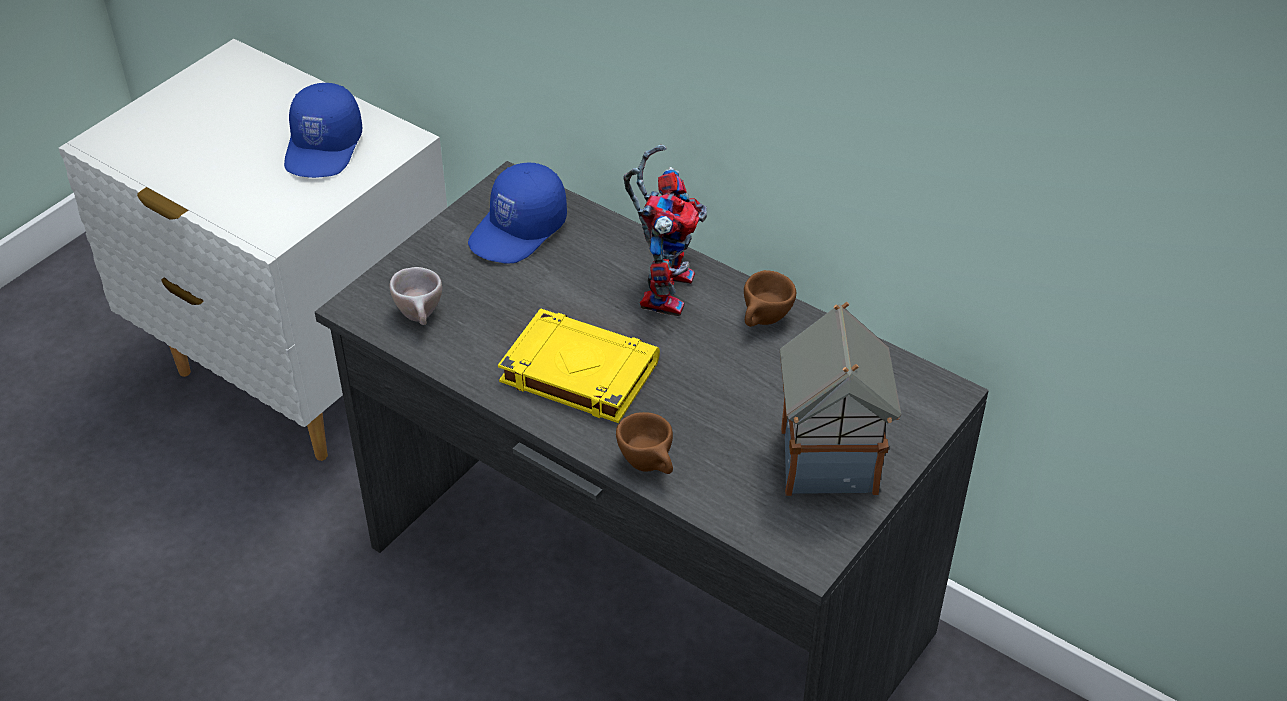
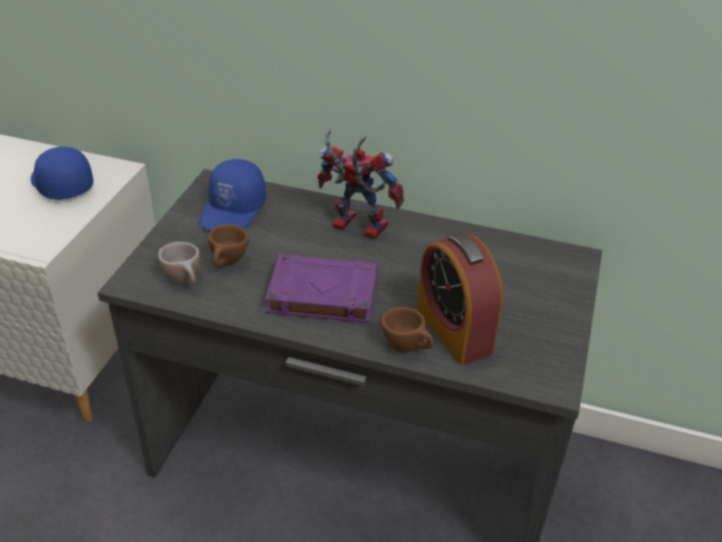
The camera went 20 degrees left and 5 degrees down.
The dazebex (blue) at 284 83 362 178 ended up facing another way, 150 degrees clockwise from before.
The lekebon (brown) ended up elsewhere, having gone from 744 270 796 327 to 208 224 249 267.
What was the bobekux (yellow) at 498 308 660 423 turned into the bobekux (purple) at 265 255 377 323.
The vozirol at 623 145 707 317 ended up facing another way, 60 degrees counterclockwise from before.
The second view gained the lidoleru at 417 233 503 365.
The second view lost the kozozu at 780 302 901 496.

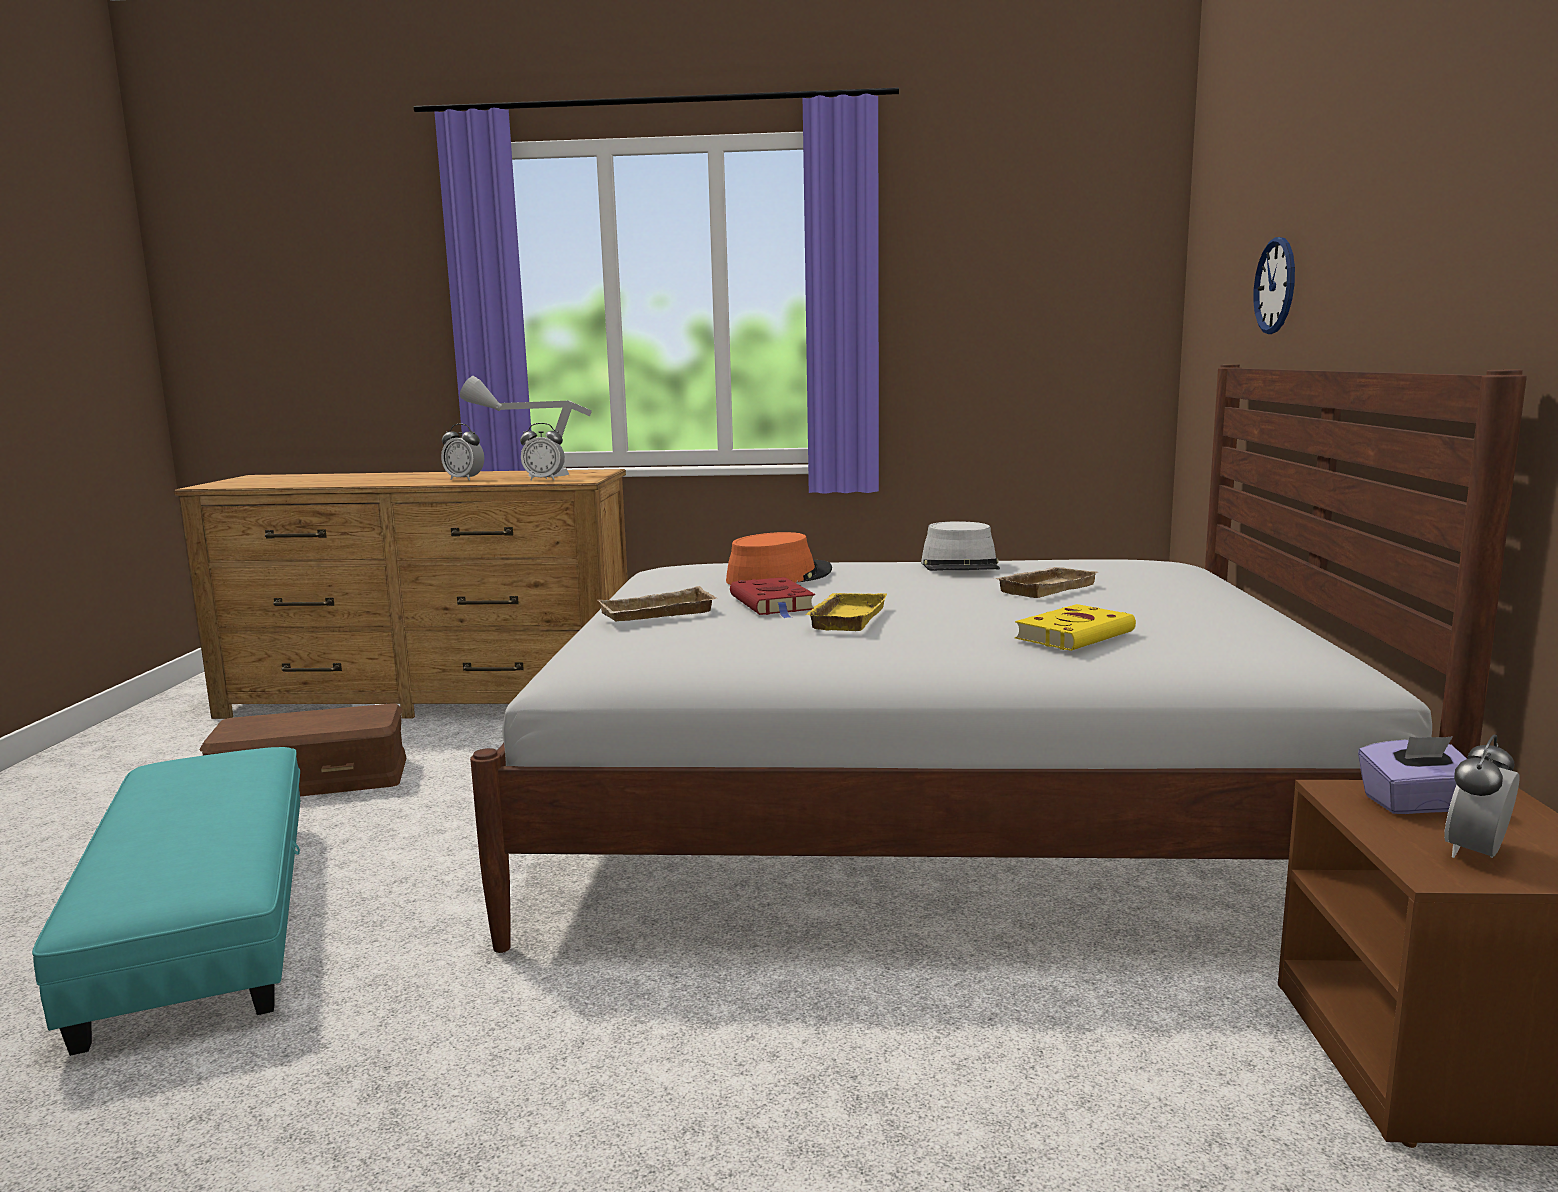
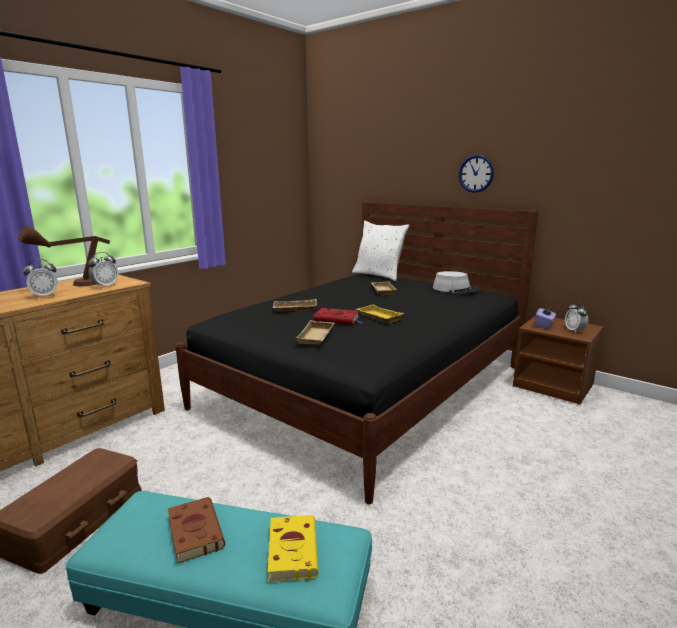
The camera went 55 degrees left and 5 degrees up.
What was the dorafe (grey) at 460 376 592 477 turned into the dorafe (brown) at 18 225 110 286.
The second view gained the bobekux (brown) at 168 497 225 563.
What was the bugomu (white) at 470 364 1527 953 turned into the bugomu (black) at 175 201 538 504.
The bobekux (yellow) ended up elsewhere, having gone from 1015 604 1136 651 to 268 515 319 582.
Where the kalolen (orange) stood at 726 532 832 585, the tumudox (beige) came to stand at 273 299 317 311.
The second view gained the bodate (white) at 352 221 410 281.
The kalolen (grey) ended up elsewhere, having gone from 921 521 1000 571 to 433 271 479 294.
The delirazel ended up elsewhere, having gone from 1253 237 1295 334 to 459 155 494 193.

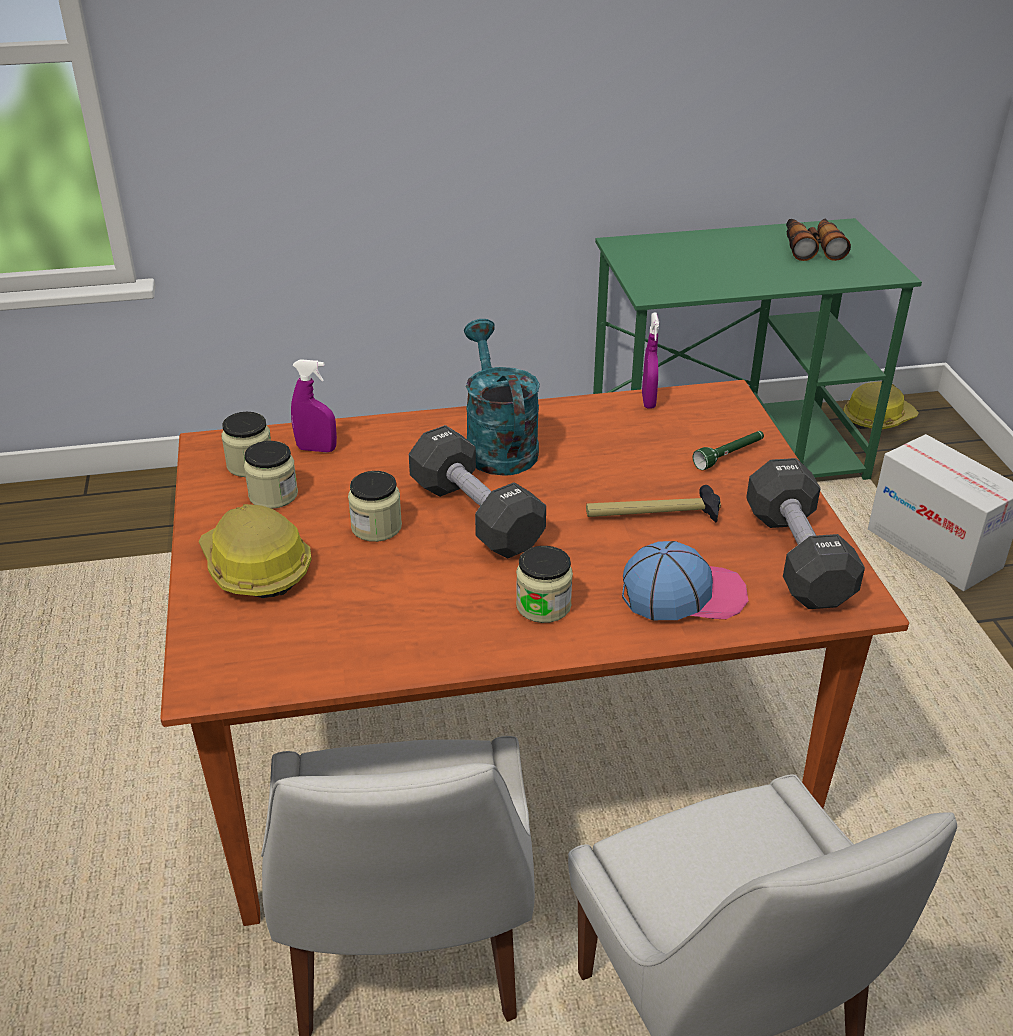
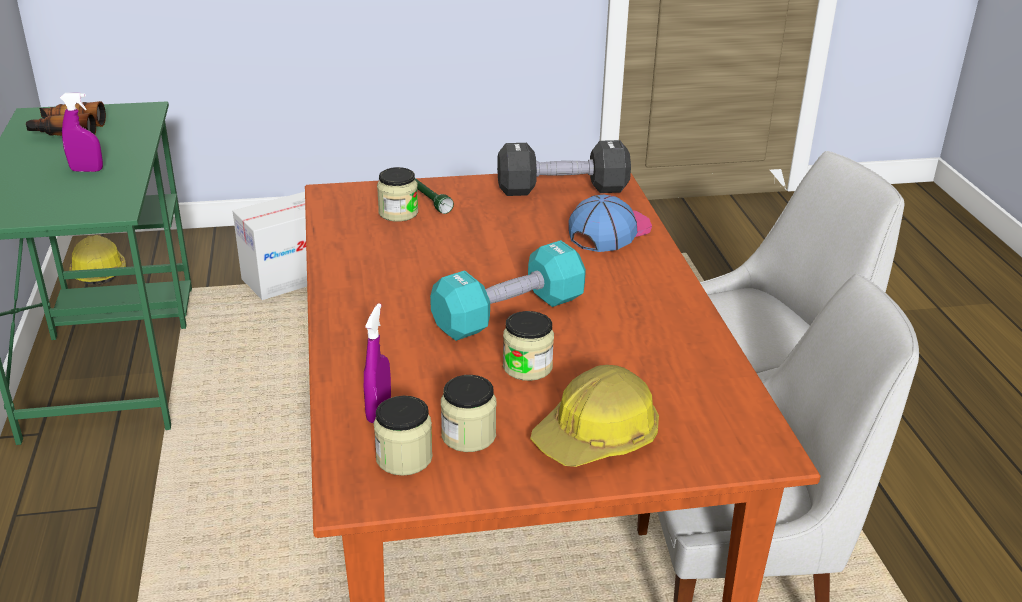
The camera went 90 degrees left and 5 degrees down.
The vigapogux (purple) ended up elsewhere, having gone from 642 312 659 409 to 60 93 103 172.
The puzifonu ended up elsewhere, having gone from 516 546 573 623 to 377 167 418 222.
What was the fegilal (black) at 409 425 546 559 turned into the fegilal (turquoise) at 430 240 586 341.
The dazebex at 622 541 748 620 ended up facing another way, 45 degrees clockwise from before.
The second view lost the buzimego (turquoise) at 464 319 540 476.
The second view lost the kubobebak at 586 485 721 522.

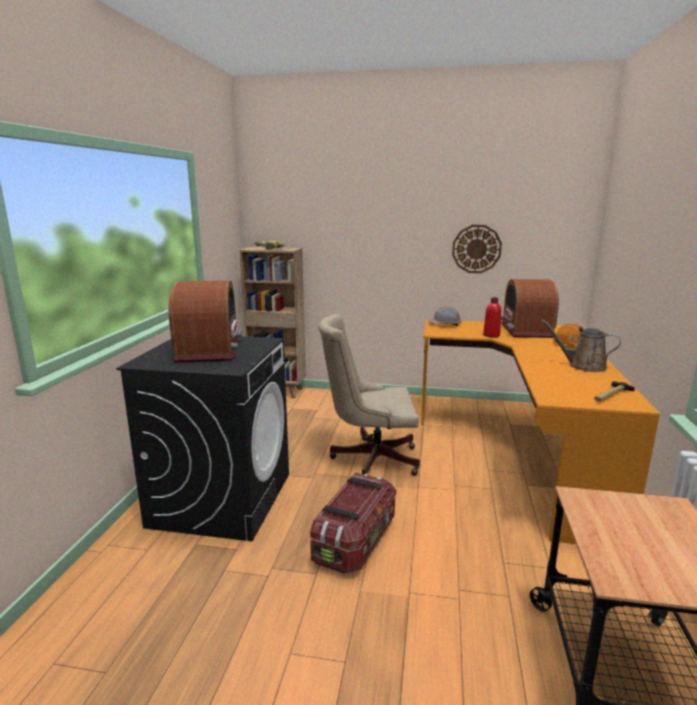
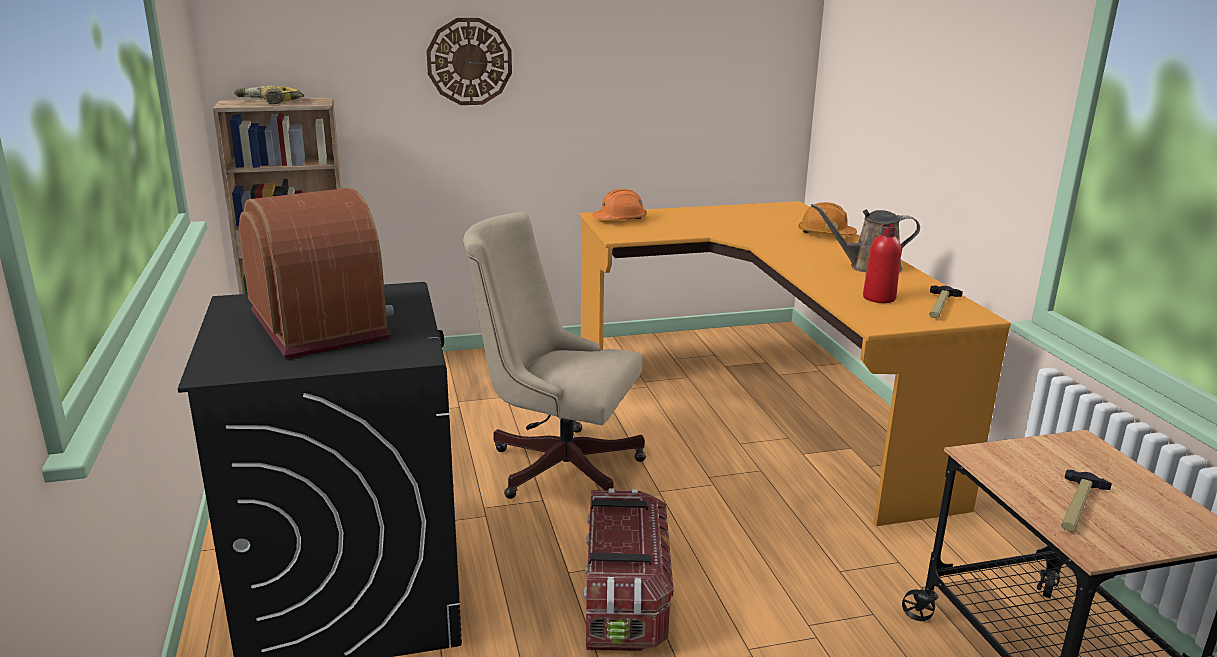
The camera went 25 degrees left and 5 degrees up.
The delirazel ended up elsewhere, having gone from 452 225 502 273 to 427 18 512 105.
The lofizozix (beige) at 318 314 420 476 ended up facing another way, 45 degrees clockwise from before.
What was the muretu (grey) at 428 306 462 326 turned into the muretu (orange) at 592 189 647 220.
The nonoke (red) ended up elsewhere, having gone from 483 297 501 338 to 863 224 901 303.
The second view gained the kubobebak at 1062 470 1112 532.
The second view lost the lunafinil at 501 279 559 338.

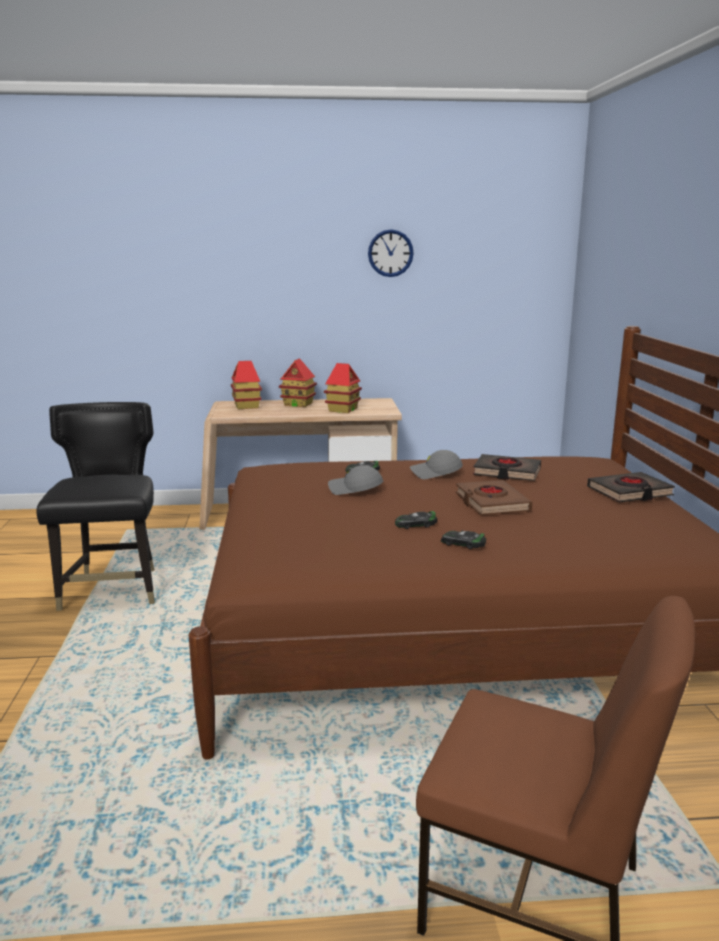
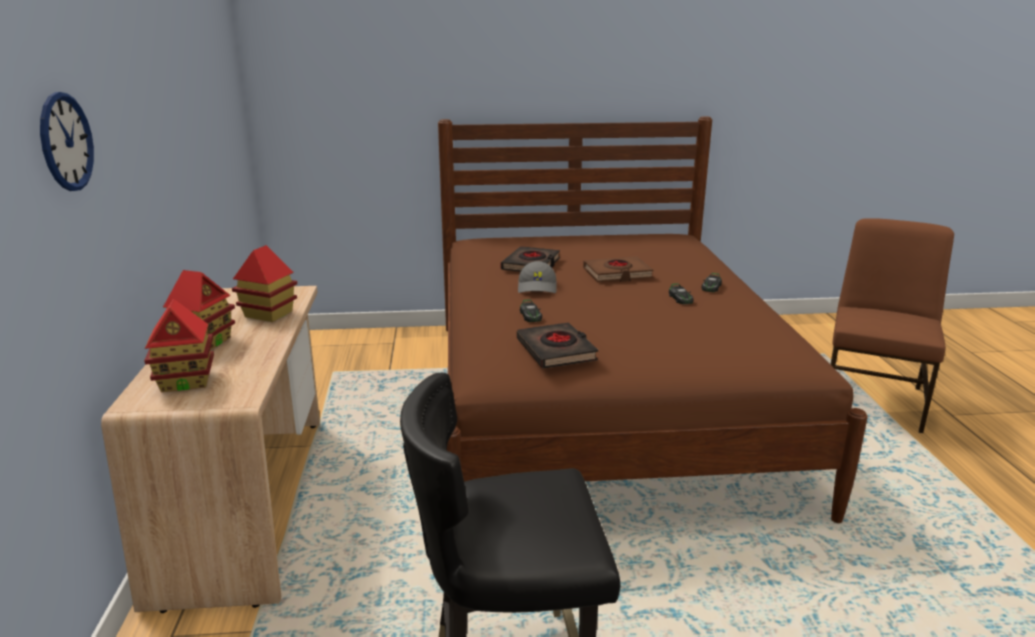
The camera went 90 degrees left and 5 degrees up.
The delirazel ended up elsewhere, having gone from 368 229 414 277 to 40 92 94 191.
The bobekux (black) ended up elsewhere, having gone from 587 472 675 503 to 517 322 598 369.
The second view lost the dazebex (grey) at 328 465 383 495.

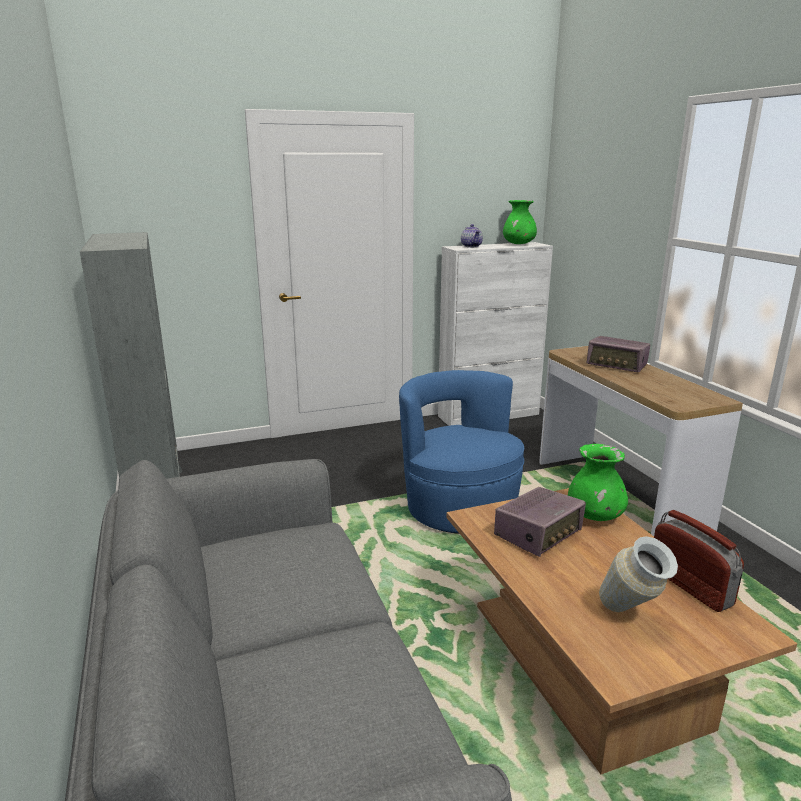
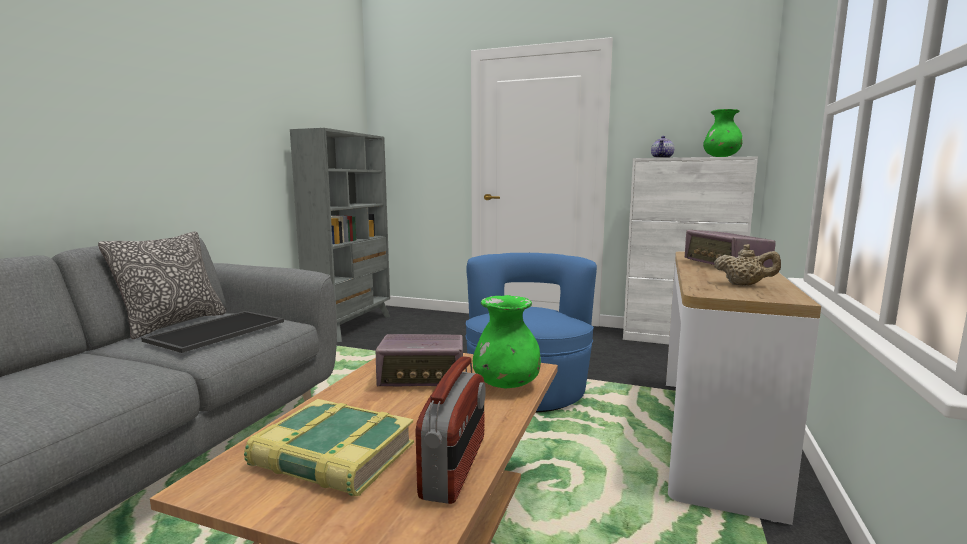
The camera went 40 degrees right and 10 degrees down.
The second view gained the bodate at 98 231 226 339.
The second view gained the tumudox at 141 311 284 353.
Where the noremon stood at 599 536 678 612, the bobekux came to stand at 244 399 414 496.
The second view gained the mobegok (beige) at 714 244 781 286.

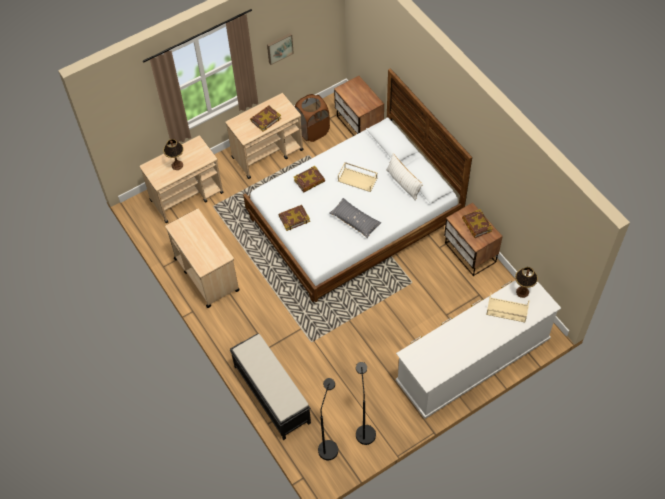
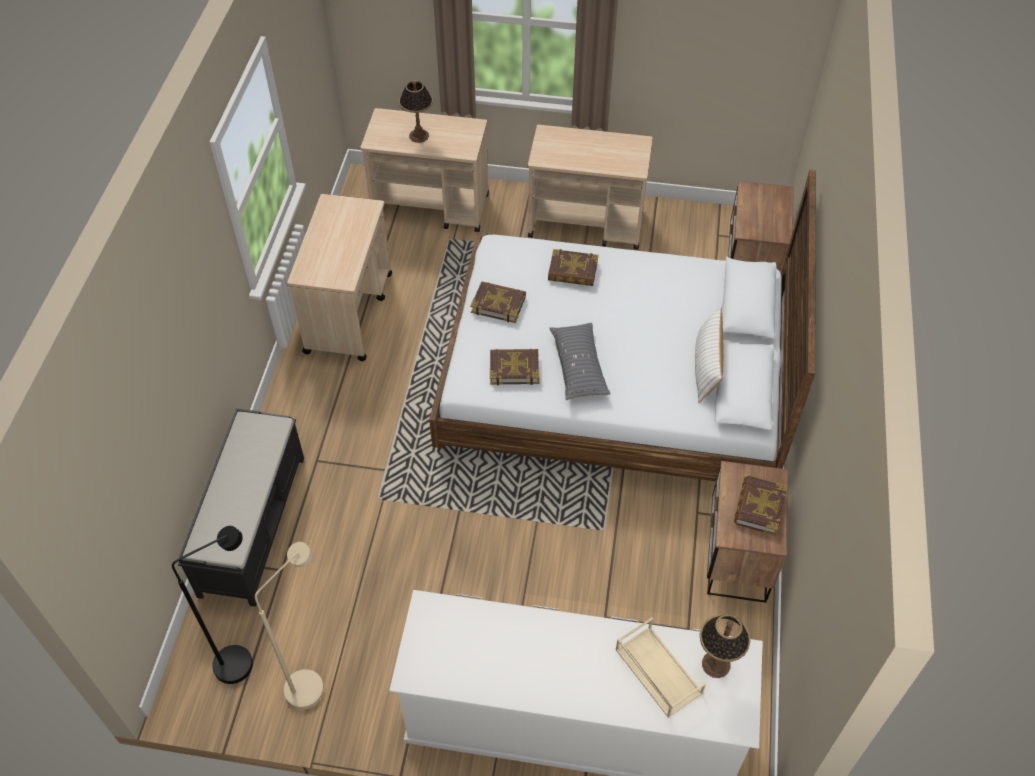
The camera went 40 degrees right and 5 degrees down.
What was the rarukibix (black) at 356 362 376 445 turned into the rarukibix (beige) at 255 542 324 710.
The bobekux ended up elsewhere, having gone from 250 106 281 132 to 490 349 540 385.
The second view lost the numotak at 267 33 294 65.
The second view lost the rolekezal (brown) at 295 94 330 142.
The second view lost the tumudox (beige) at 338 162 377 192.

